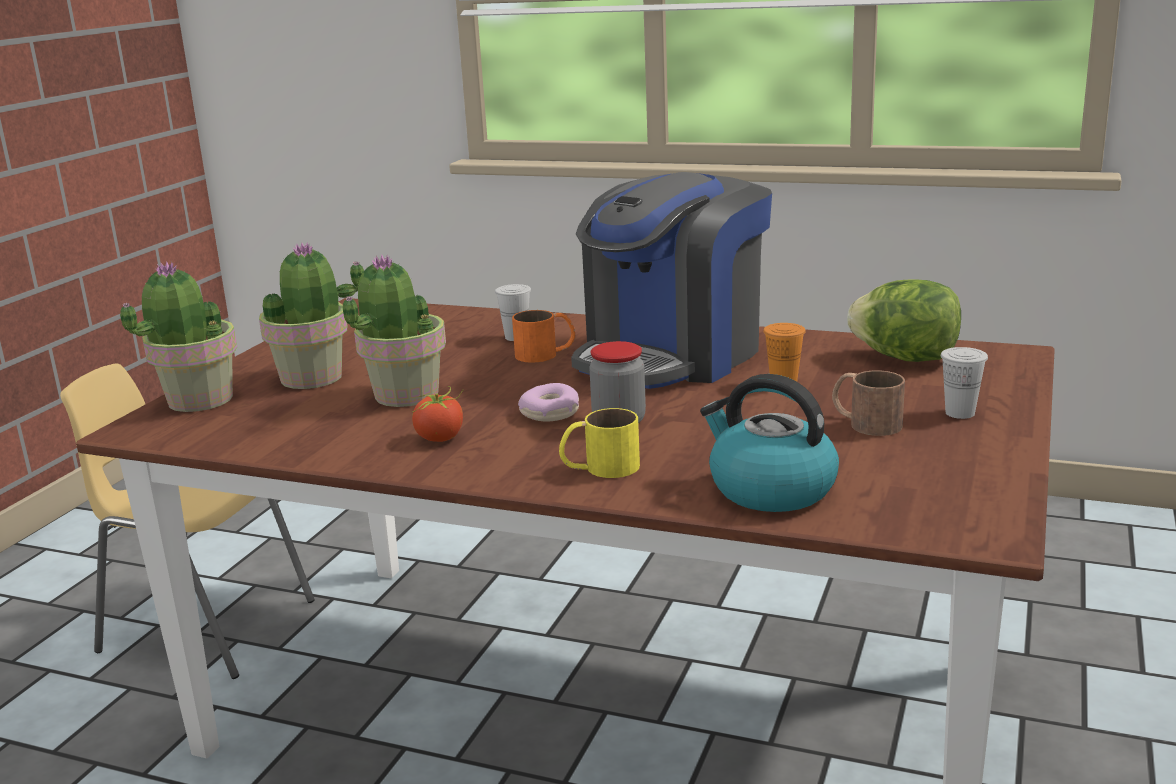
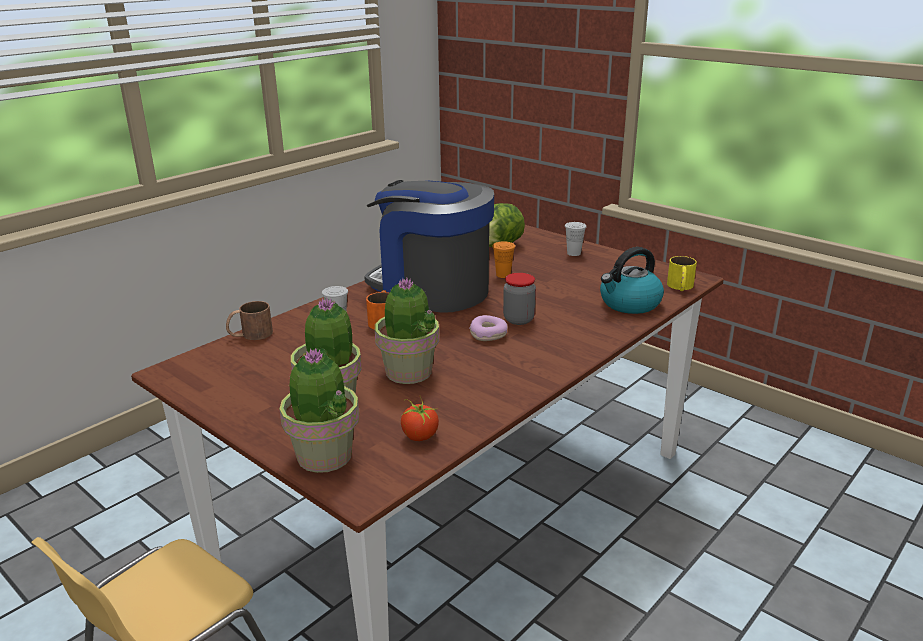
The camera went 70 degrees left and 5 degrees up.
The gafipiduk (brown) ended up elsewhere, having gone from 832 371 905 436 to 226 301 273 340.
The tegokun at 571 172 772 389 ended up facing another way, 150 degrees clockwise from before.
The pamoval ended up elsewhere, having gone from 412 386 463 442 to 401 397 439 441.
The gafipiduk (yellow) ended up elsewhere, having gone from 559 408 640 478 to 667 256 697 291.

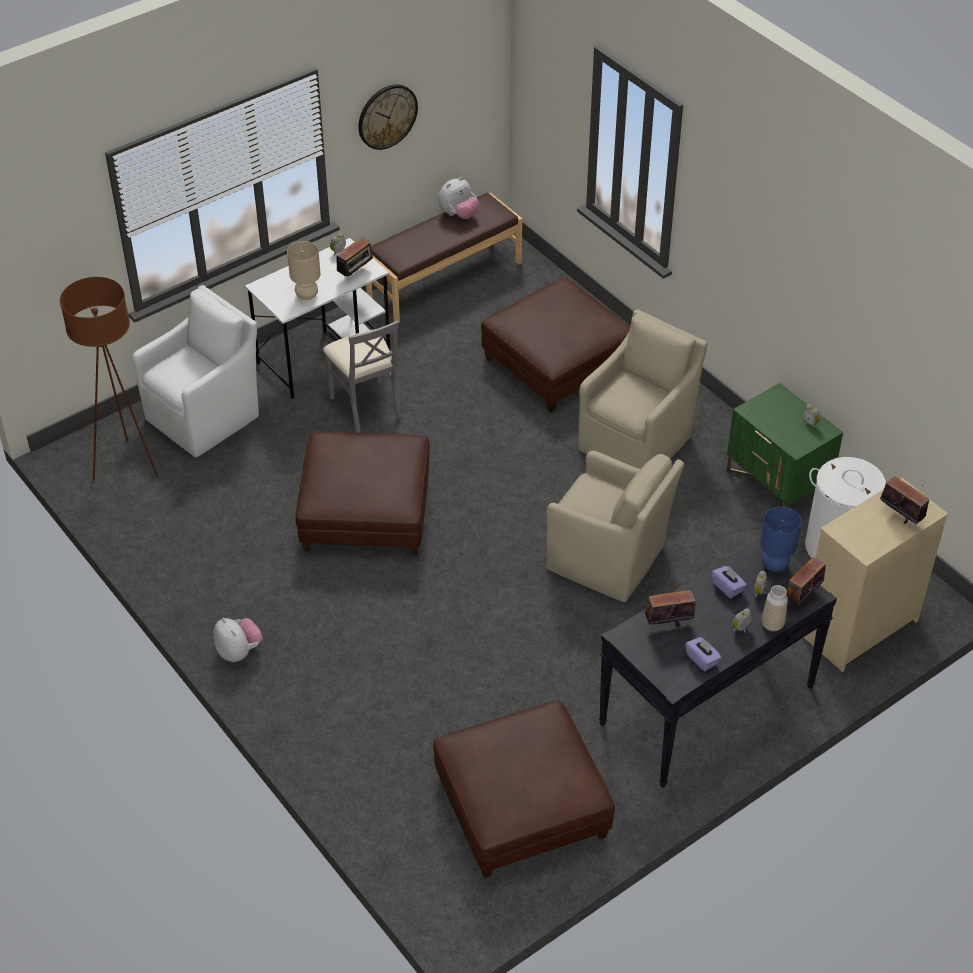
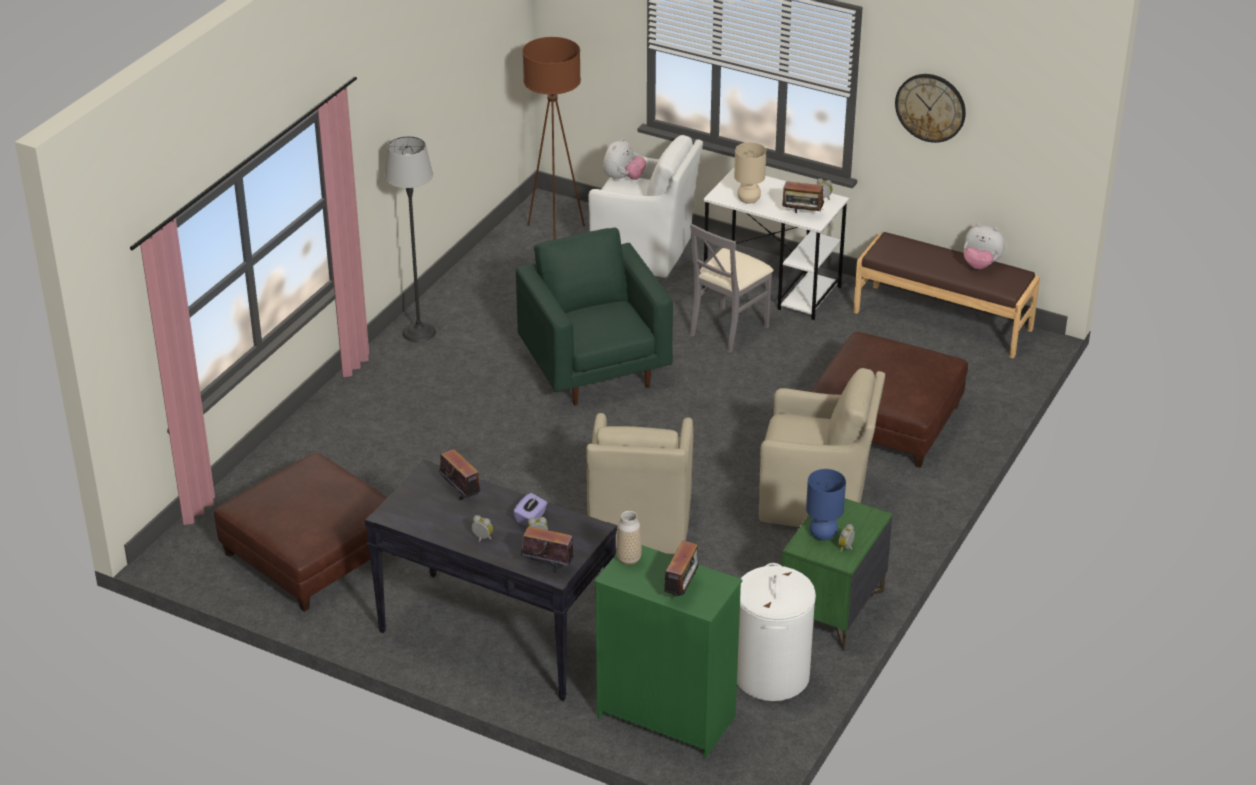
The camera went 65 degrees right and 10 degrees down.
The second view gained the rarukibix at 384 136 436 342.
Where the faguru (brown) stood at 295 432 430 556, the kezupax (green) came to stand at 516 227 673 405.
What was the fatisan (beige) at 804 478 948 672 turned into the fatisan (green) at 594 545 742 759.
The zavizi ended up elsewhere, having gone from 213 618 263 662 to 603 138 646 181.
The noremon ended up elsewhere, having gone from 762 585 788 632 to 616 511 642 565.
The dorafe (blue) ended up elsewhere, having gone from 760 507 802 572 to 806 469 846 540.
The second view lost the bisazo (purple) at 685 637 722 671.

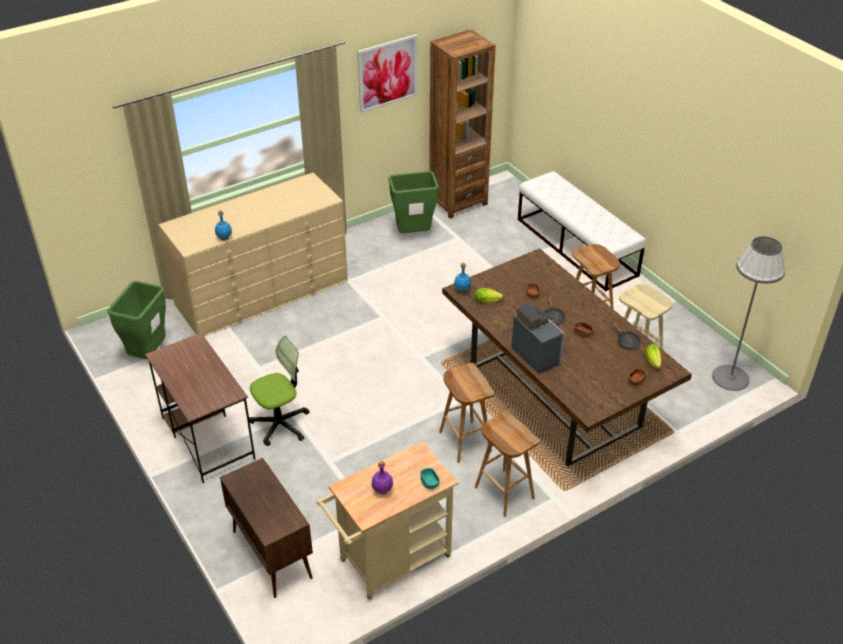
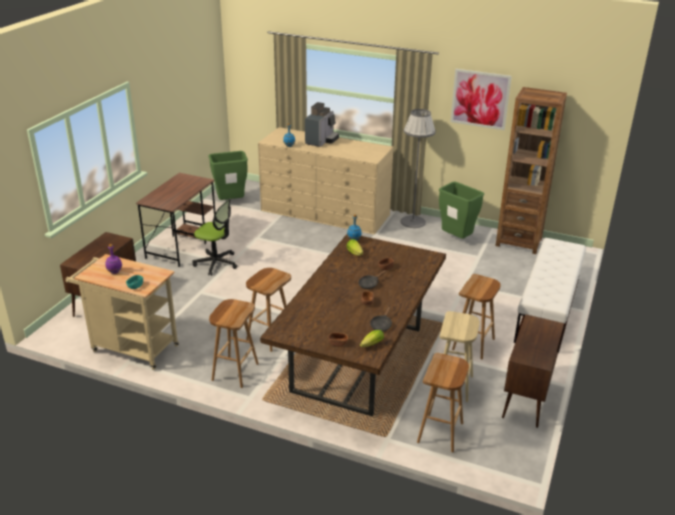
The camera went 55 degrees right and 10 degrees down.
The tegokun ended up elsewhere, having gone from 511 304 565 374 to 305 102 339 147.
The rarukibix (grey) ended up elsewhere, having gone from 712 236 785 391 to 400 109 436 228.
The second view gained the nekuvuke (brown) at 417 353 469 452.
The second view gained the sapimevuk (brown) at 502 314 564 428.

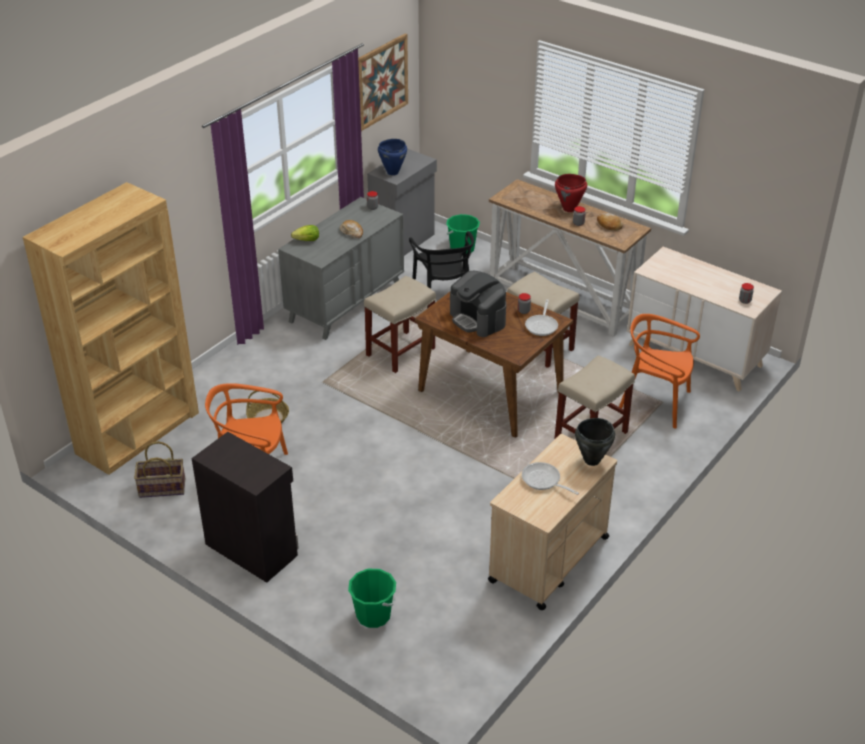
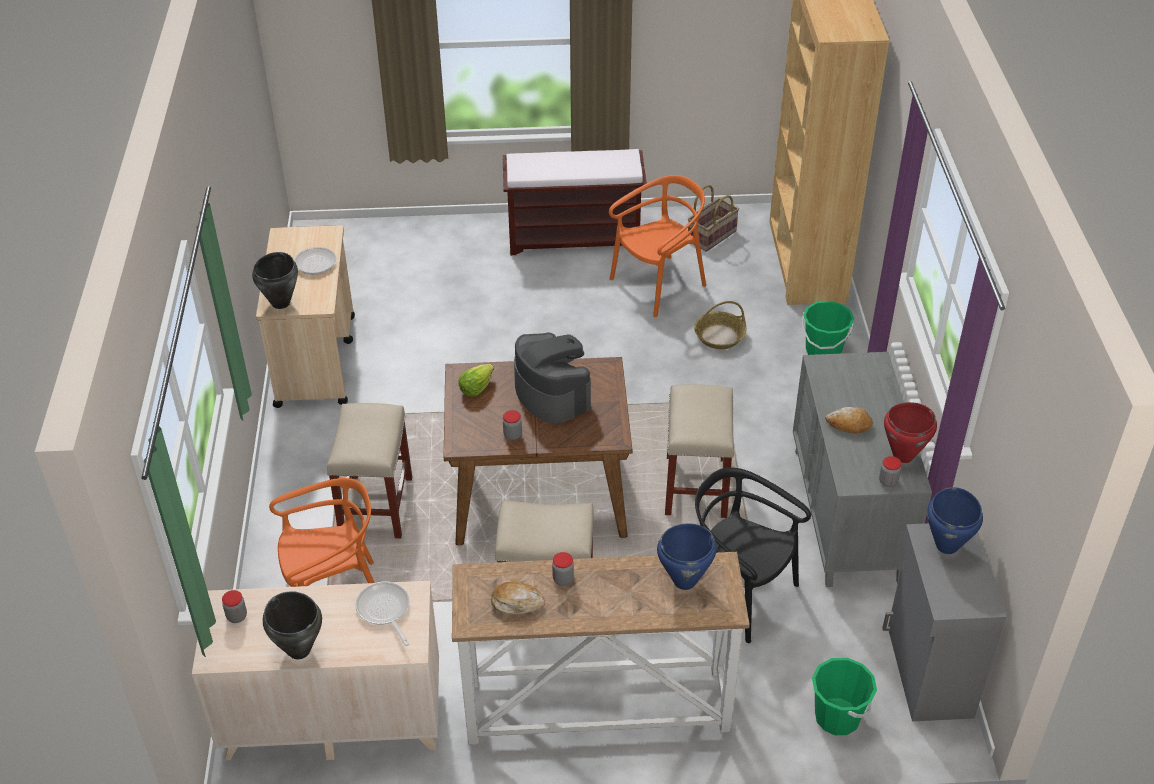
The camera went 140 degrees right and 5 degrees up.
The second view gained the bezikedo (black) at 263 591 322 659.
The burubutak ended up elsewhere, having gone from 525 299 558 336 to 355 582 409 646.
The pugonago ended up elsewhere, having gone from 291 225 319 241 to 458 364 494 397.
Where the sapimevuk (black) stood at 192 432 299 583, the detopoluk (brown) came to stand at 503 149 647 255.
The tegokun at 450 271 506 337 ended up facing another way, 45 degrees clockwise from before.
The second view gained the bezikedo (blue) at 657 524 717 590.
The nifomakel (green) ended up elsewhere, having gone from 348 569 396 628 to 802 301 854 355.
The bezikedo (red) ended up elsewhere, having gone from 555 174 587 212 to 884 402 937 463.
The second view lost the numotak at 358 33 408 131.

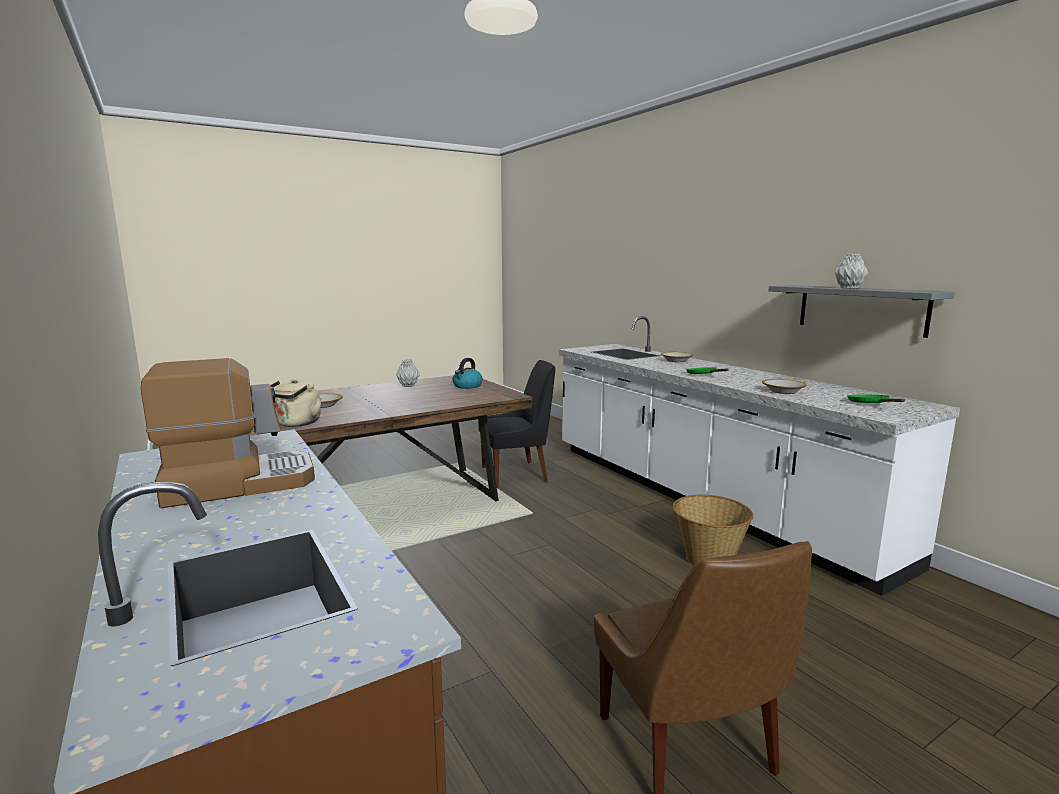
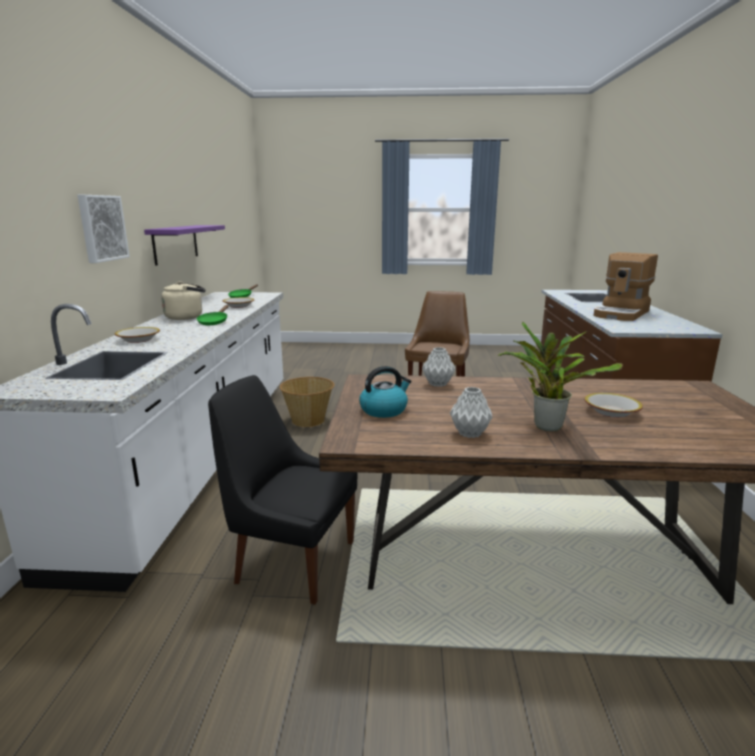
The camera went 145 degrees left and 5 degrees up.
The second view gained the numotak at 77 195 130 263.
What was the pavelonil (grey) at 768 285 955 338 turned into the pavelonil (purple) at 144 225 225 265.
The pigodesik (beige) ended up elsewhere, having gone from 271 379 321 427 to 161 282 205 320.
The noremon (grey) ended up elsewhere, having gone from 834 254 868 289 to 422 347 455 387.
The second view gained the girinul at 498 322 623 432.
The tegokun at 141 358 315 508 ended up facing another way, 60 degrees counterclockwise from before.

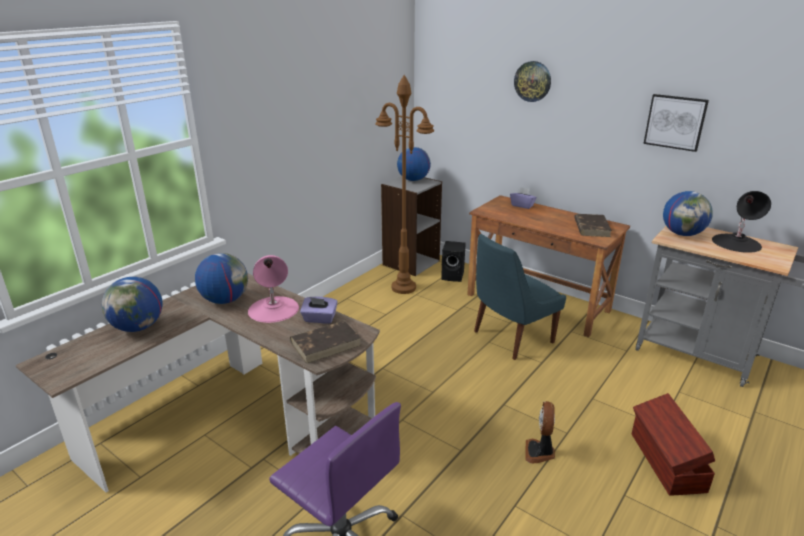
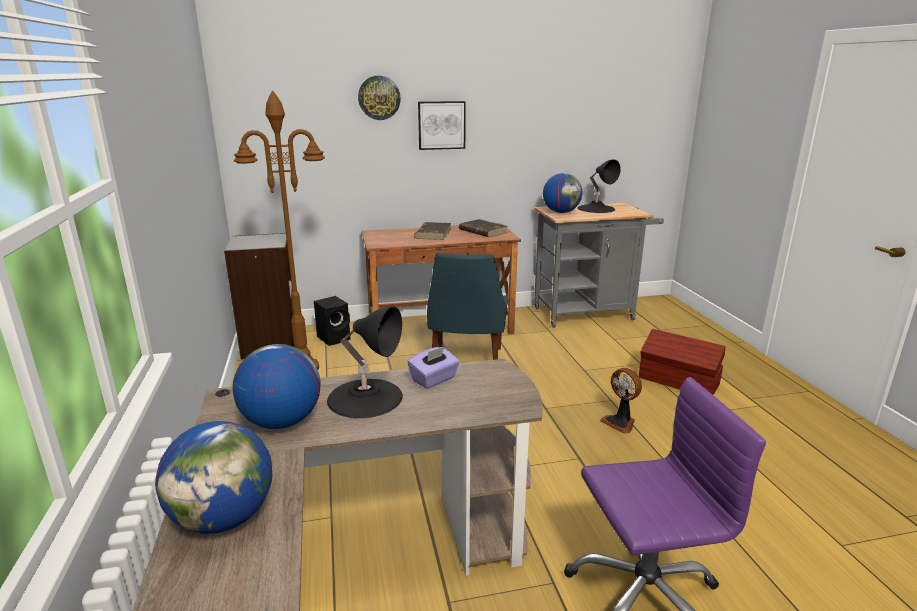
The camera went 50 degrees left and 5 degrees down.
What was the dorafe (pink) at 248 255 299 323 turned into the dorafe (black) at 327 306 403 418.
The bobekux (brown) ended up elsewhere, having gone from 290 320 362 364 to 414 222 451 240.
The numotak ended up elsewhere, having gone from 643 94 709 152 to 418 101 466 150.
The second view lost the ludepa at 397 147 431 181.
The second view lost the bisazo (purple) at 510 187 537 209.

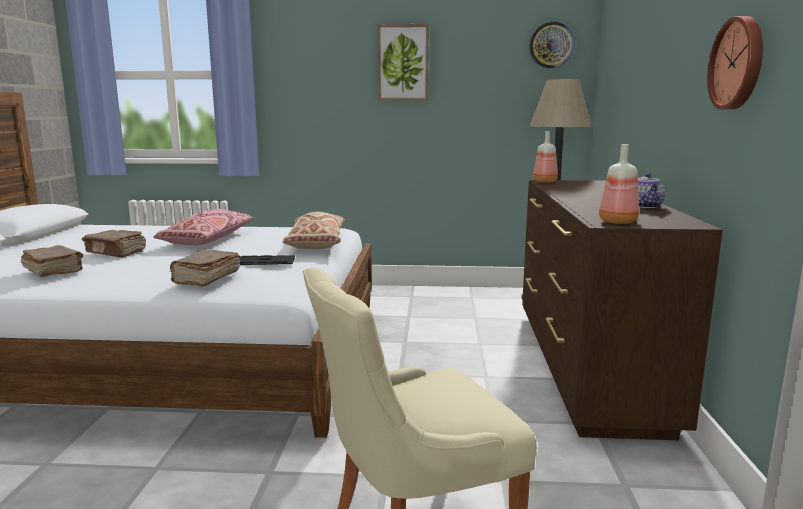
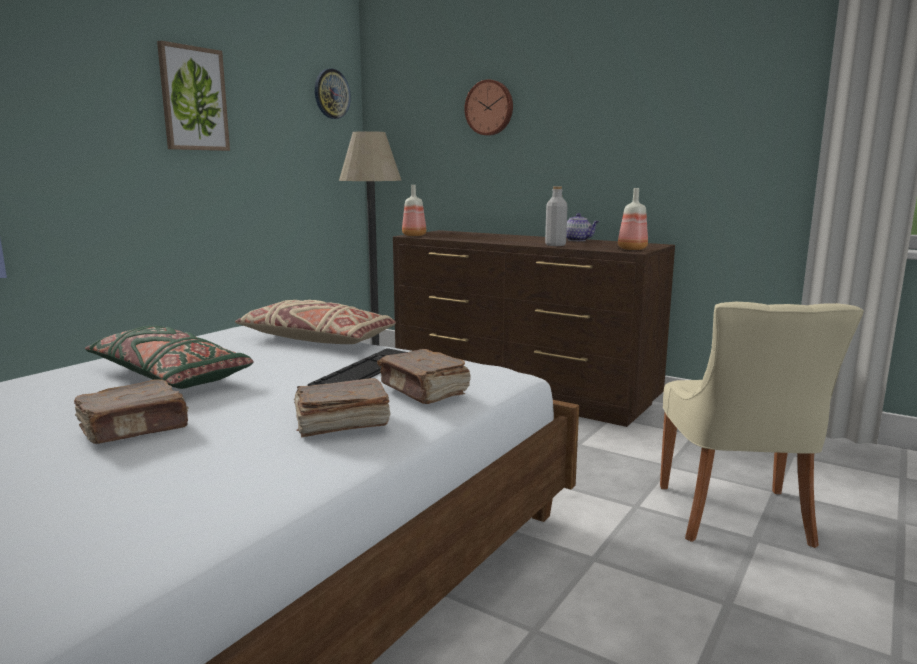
The camera went 60 degrees left and 0 degrees up.
What was the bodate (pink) at 153 209 254 245 turned into the bodate (green) at 85 326 254 389.
The bobekux (brown) ended up elsewhere, having gone from 21 245 83 277 to 294 378 390 437.
The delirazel ended up elsewhere, having gone from 707 16 763 110 to 464 80 513 136.
The second view gained the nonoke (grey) at 545 186 568 246.

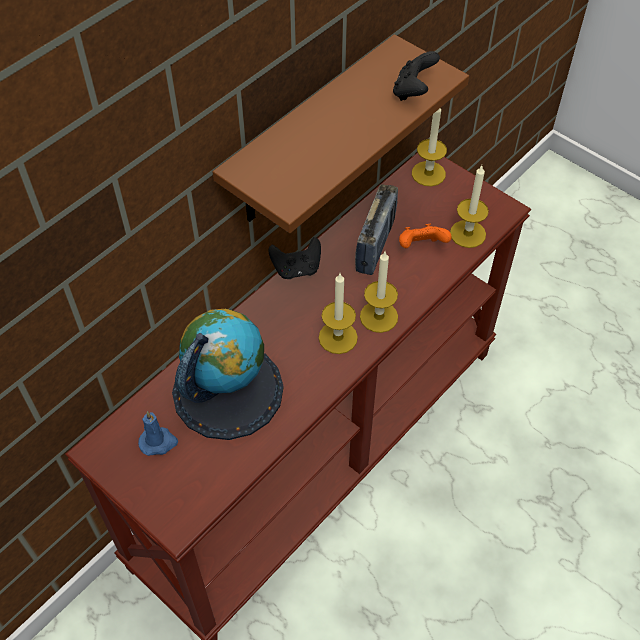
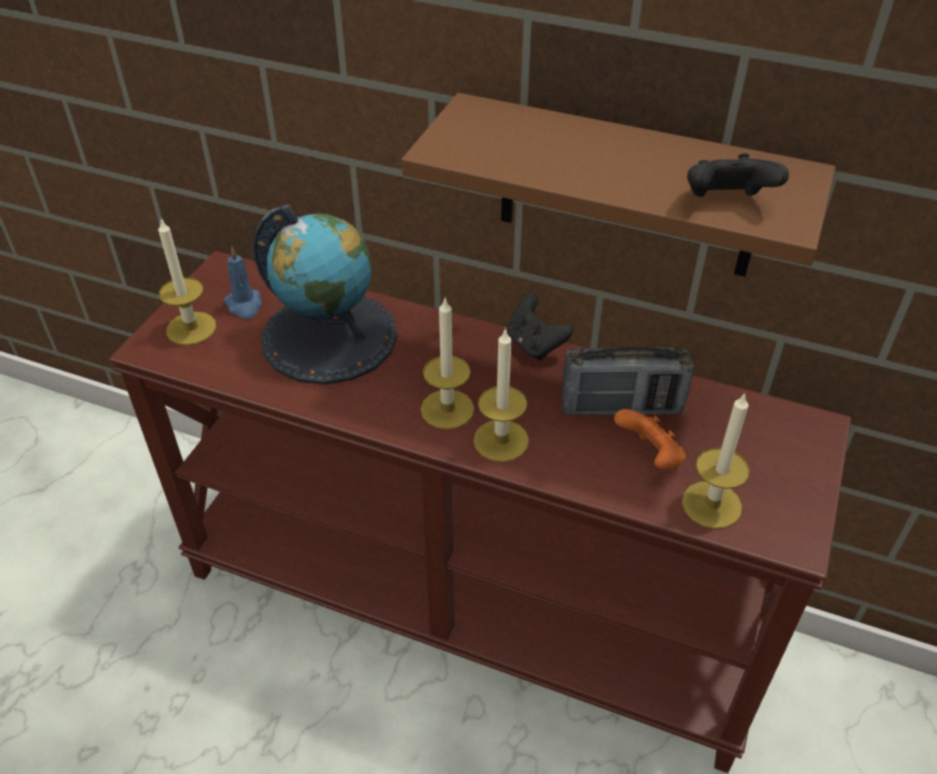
The camera went 70 degrees right and 10 degrees down.
The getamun ended up elsewhere, having gone from 412 108 447 186 to 158 217 216 345.

